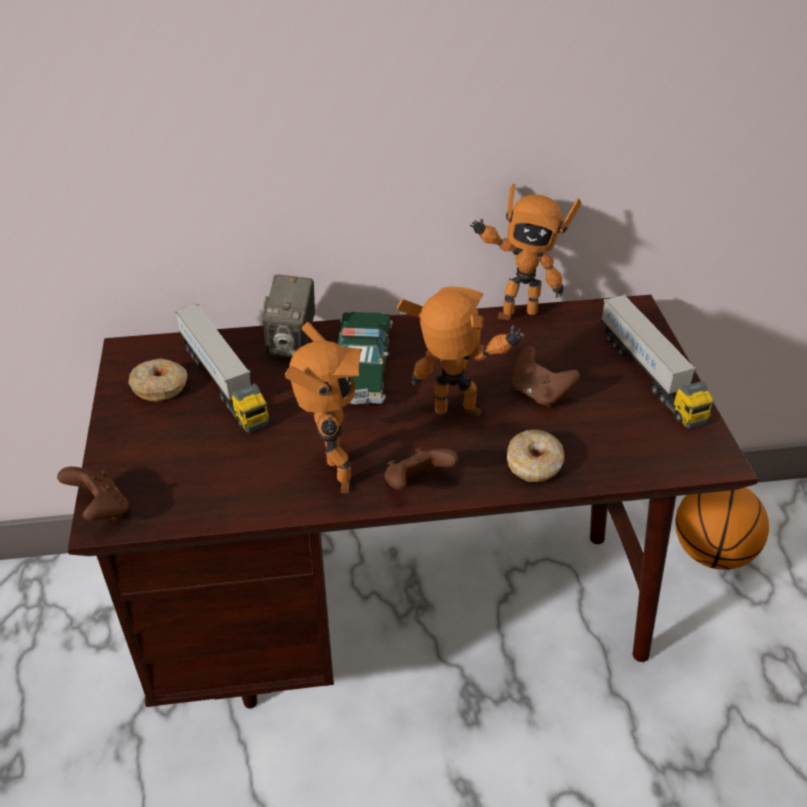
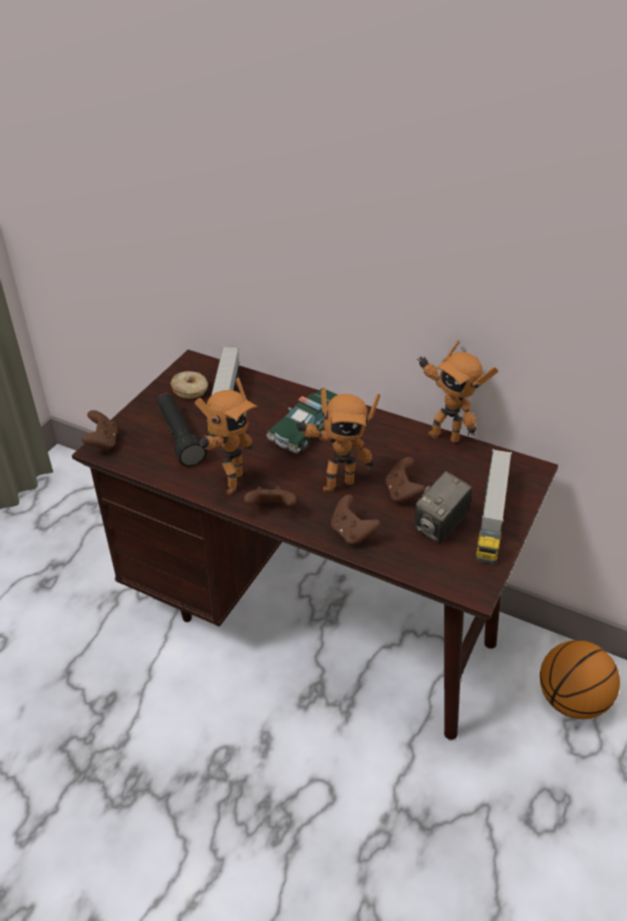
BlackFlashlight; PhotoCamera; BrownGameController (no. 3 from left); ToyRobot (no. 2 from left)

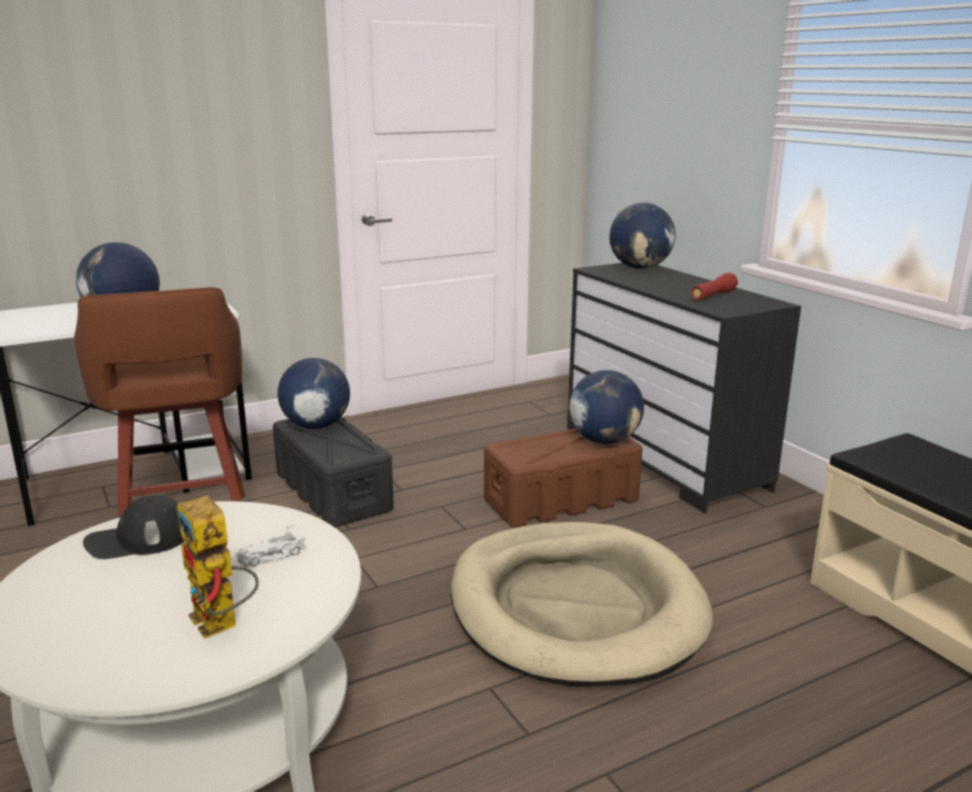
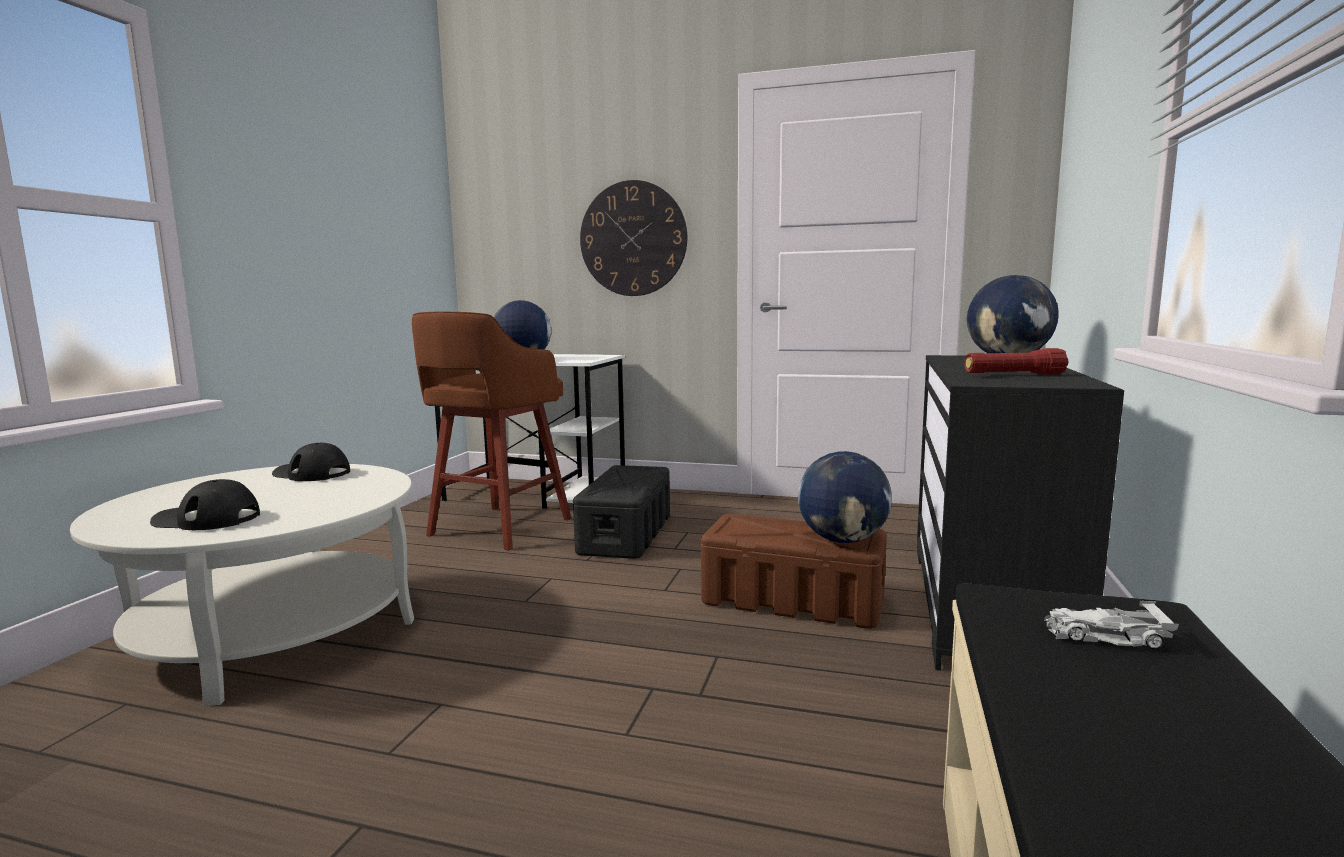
Globe (no. 2 from left in the first image); BeigeDogBed; WallClock; WhiteToyCar; BlackCap (no. 1 from left)

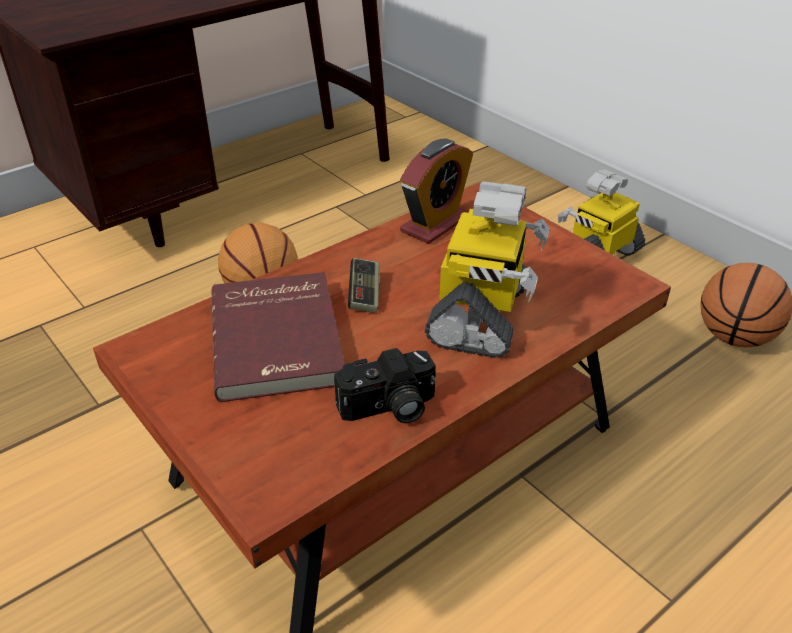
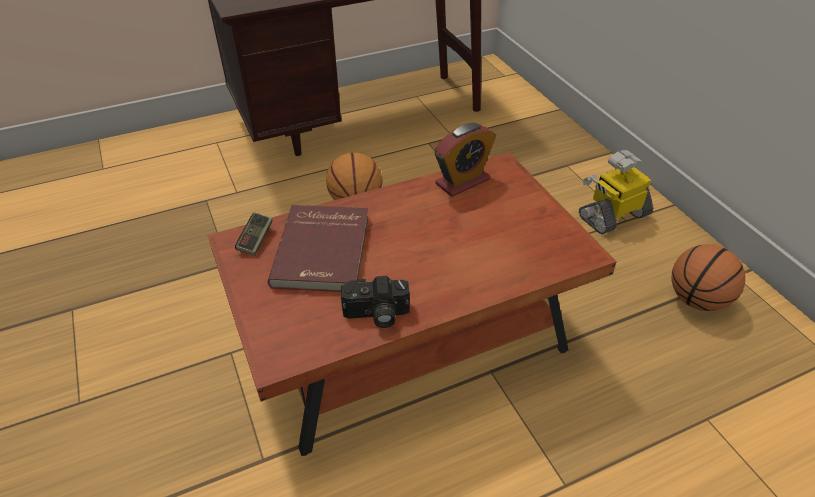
ToyRobot (no. 1 from left in the first image); GameController

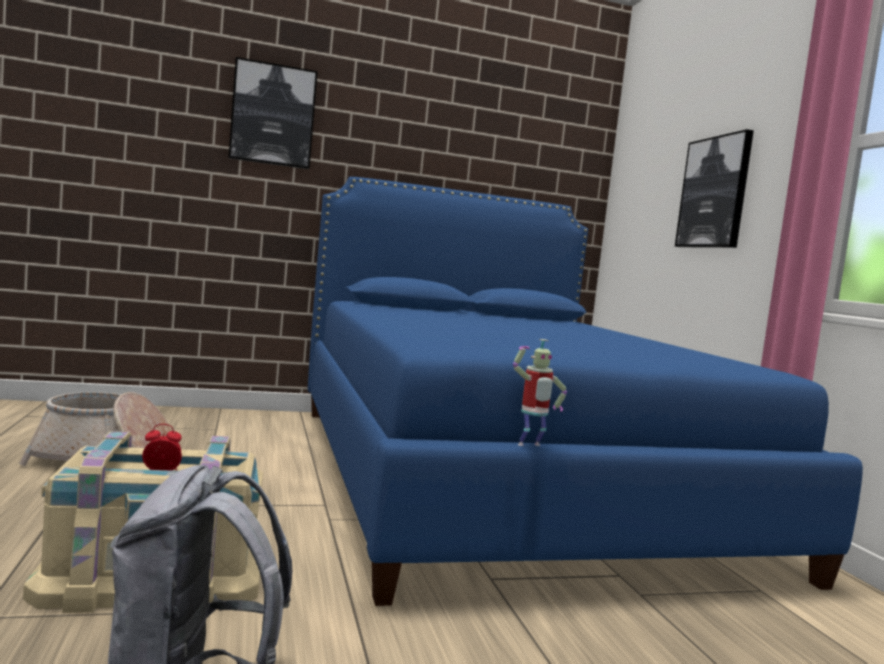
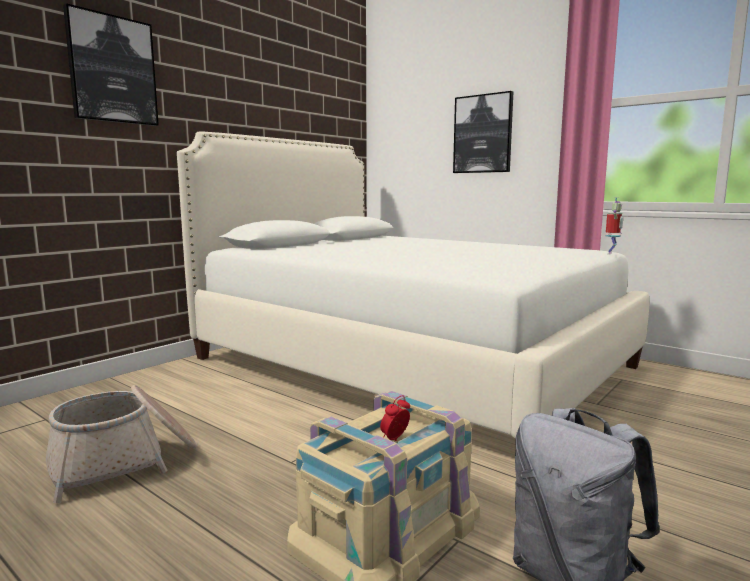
ToyRobot; WhiteBed

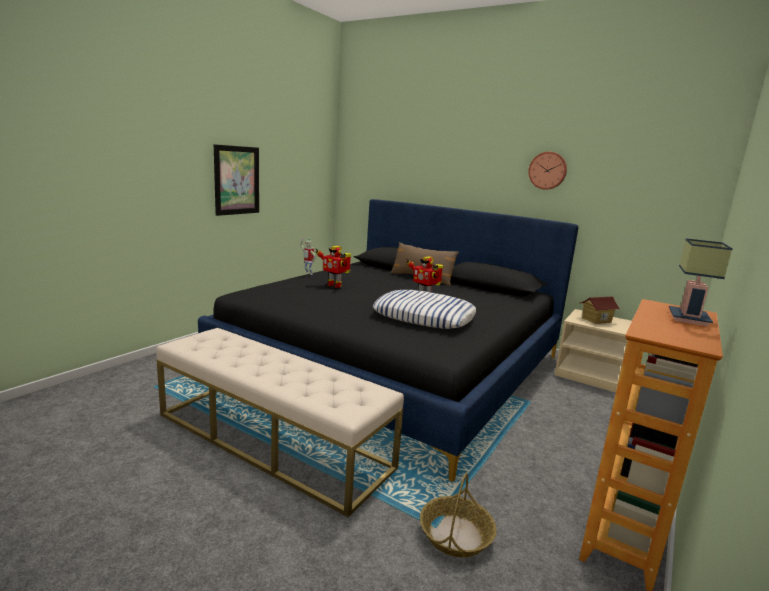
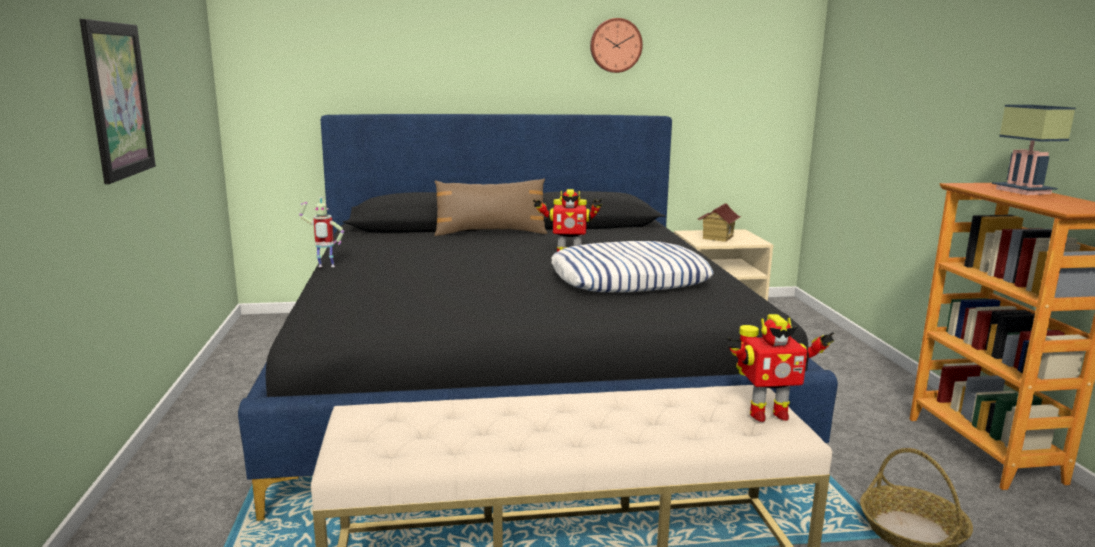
ToyRobot (no. 3 from left)

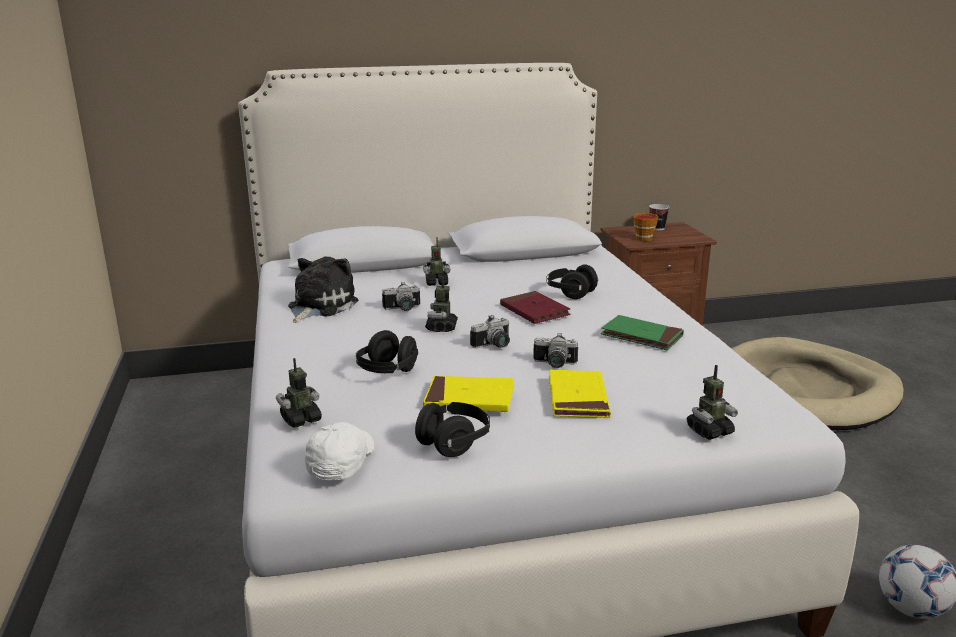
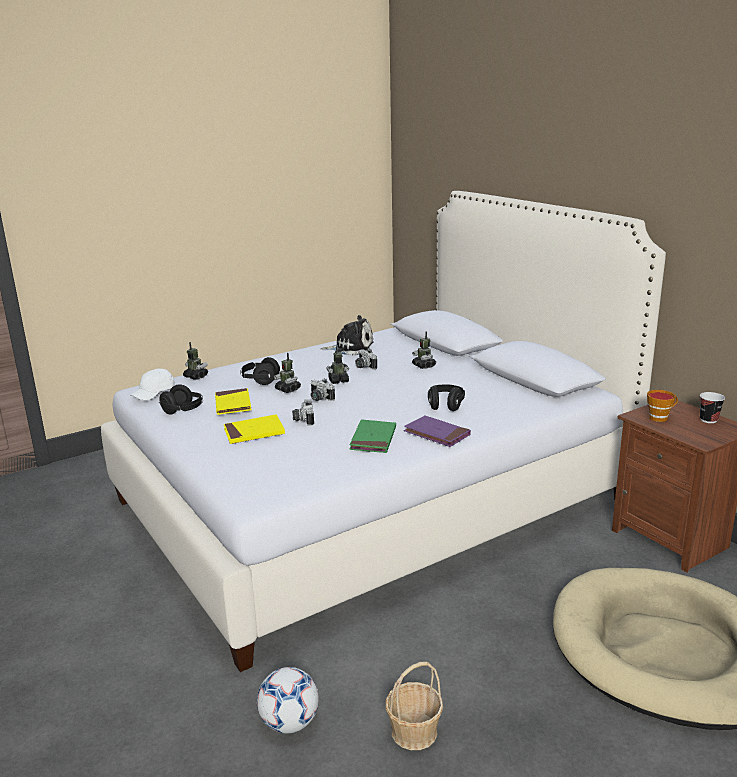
RedBook; Basket; PurpleBook; ToyRobot (no. 2 from left); WhiteCap

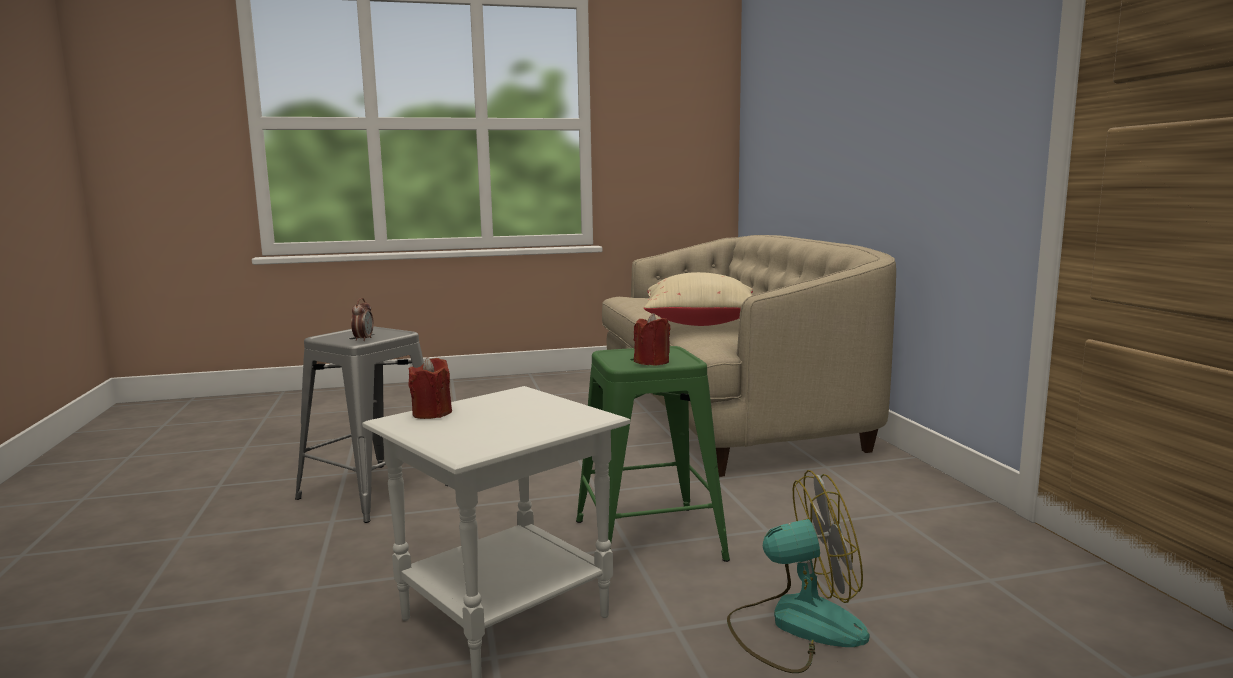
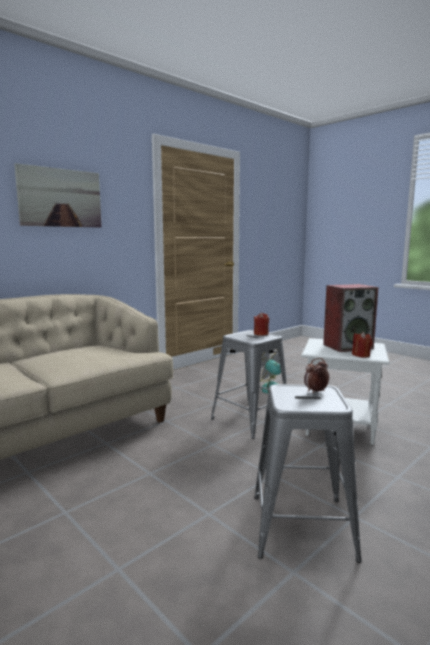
BeigePillow; Picture; Speaker; GreyStool (no. 1 from left)

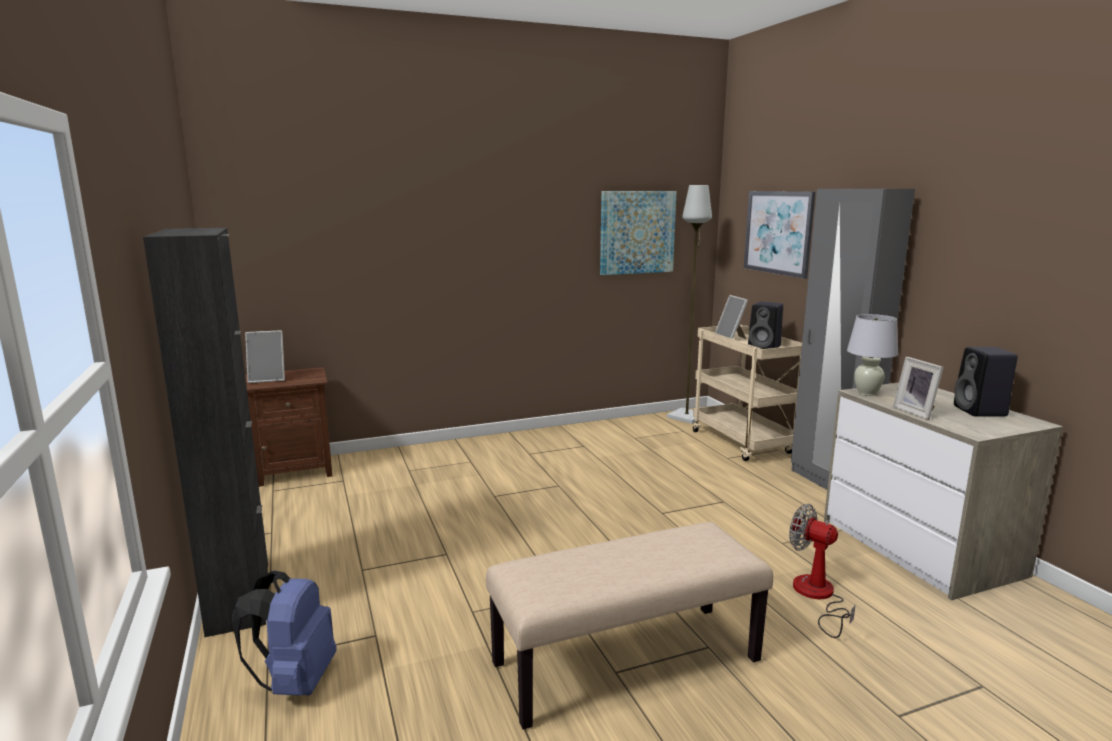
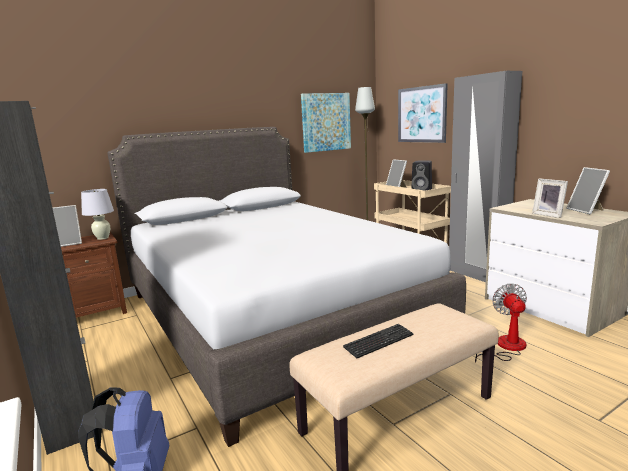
GreyBed; Keyboard; WhiteTableLamp; PictureFrame (no. 4 from left); Fan

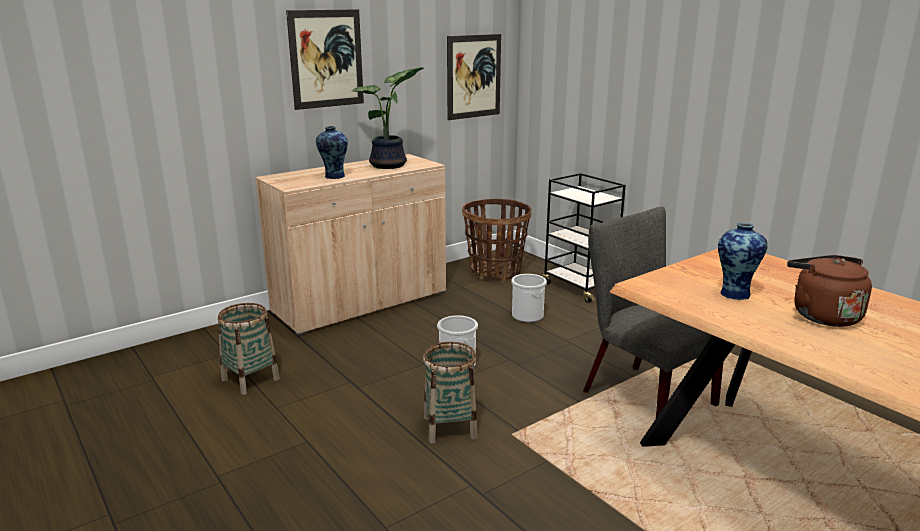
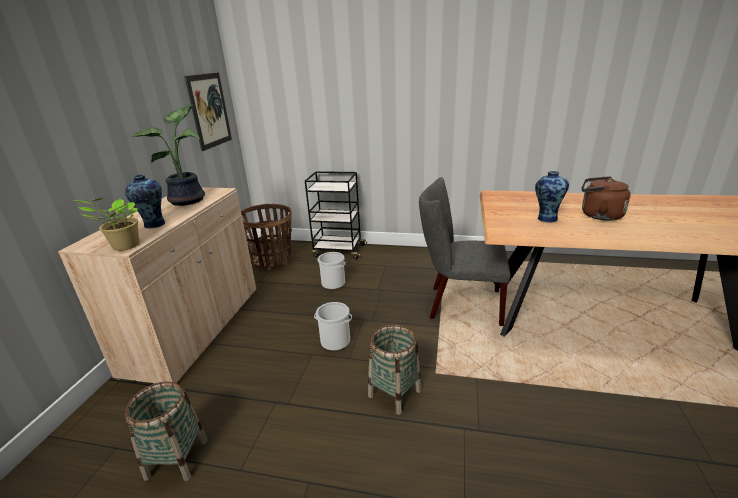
Picture (no. 1 from left in the first image); PottedPlant (no. 1 from left)

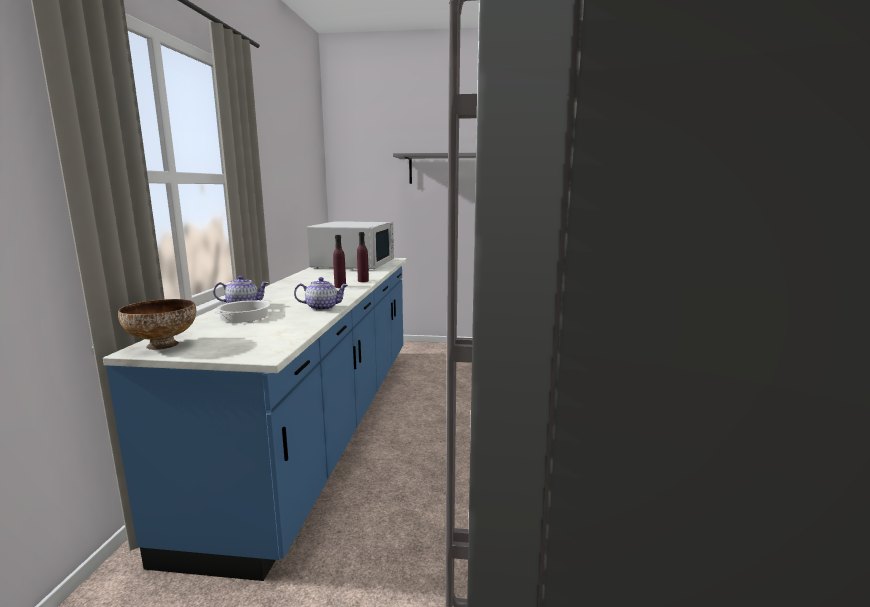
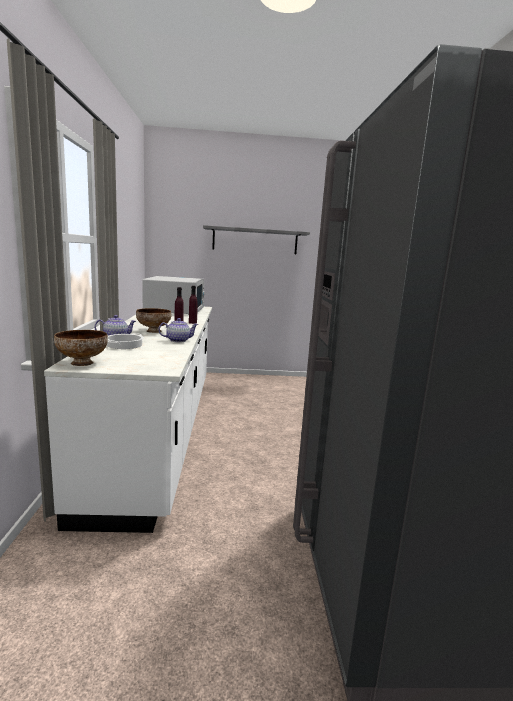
Bowl (no. 2 from left); WhiteCounter

